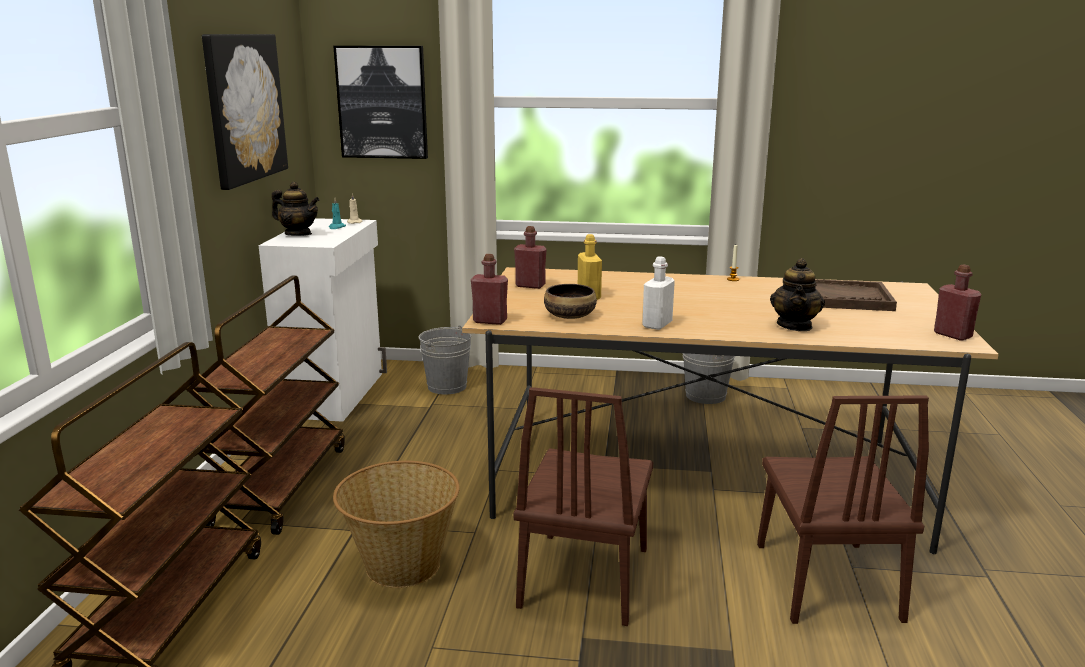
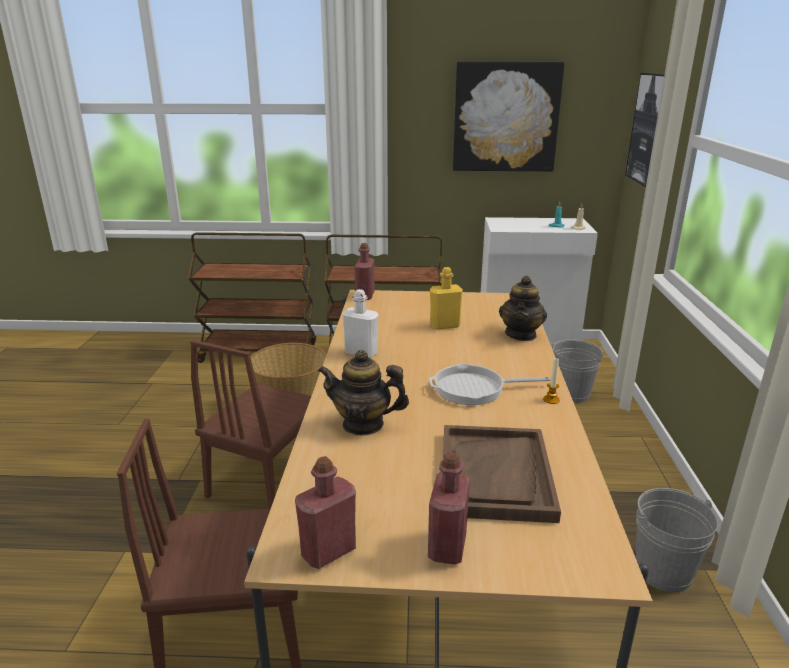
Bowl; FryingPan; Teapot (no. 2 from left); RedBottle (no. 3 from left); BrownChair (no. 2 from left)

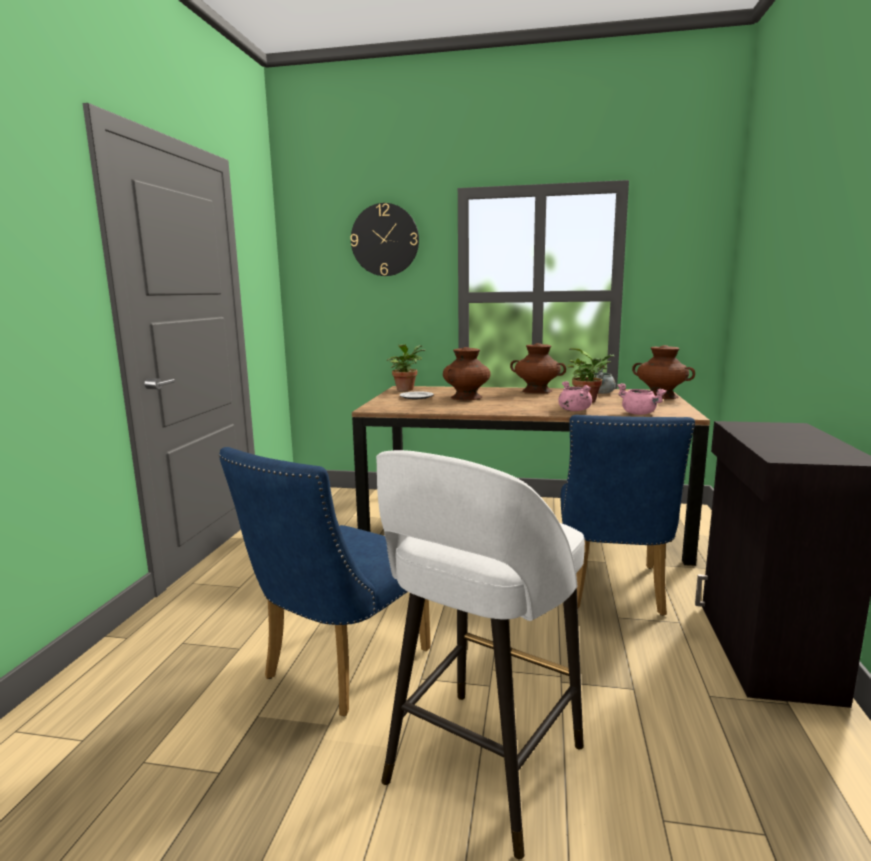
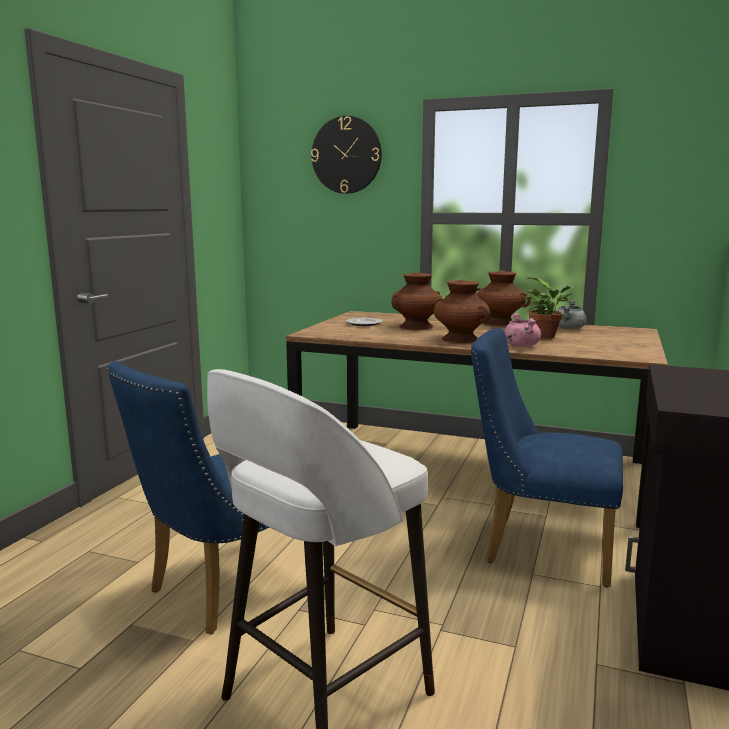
PottedPlant (no. 1 from left in the first image); PinkCookingPot (no. 2 from left in the first image); BrownVase (no. 2 from left); BlueChair (no. 2 from left)

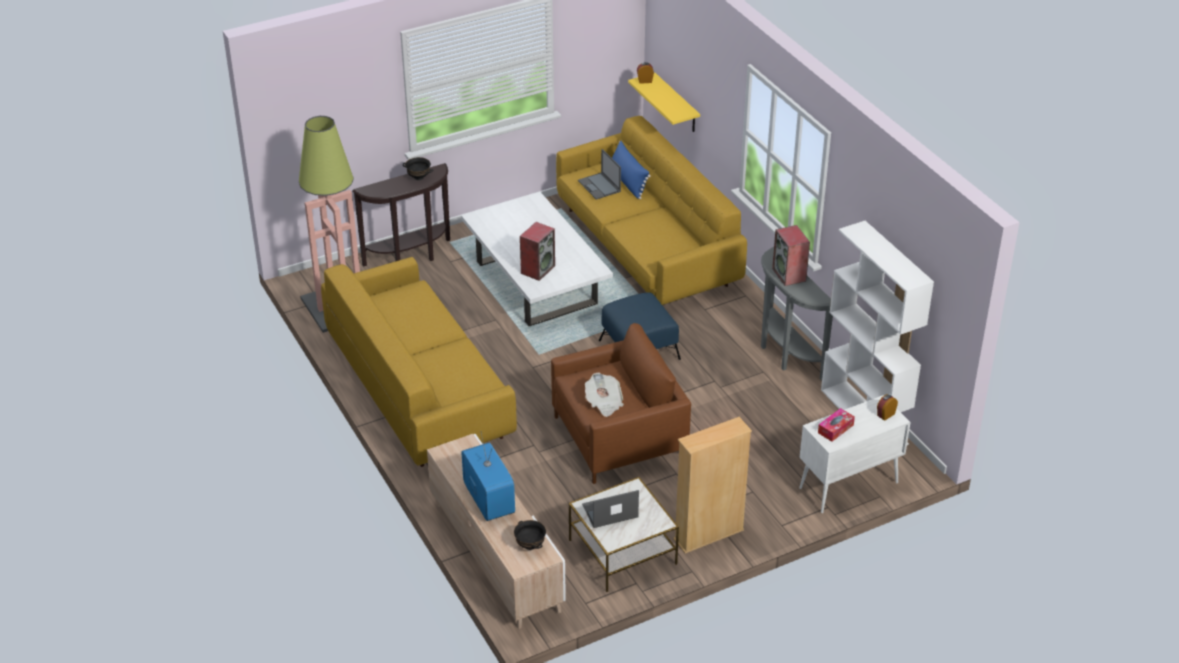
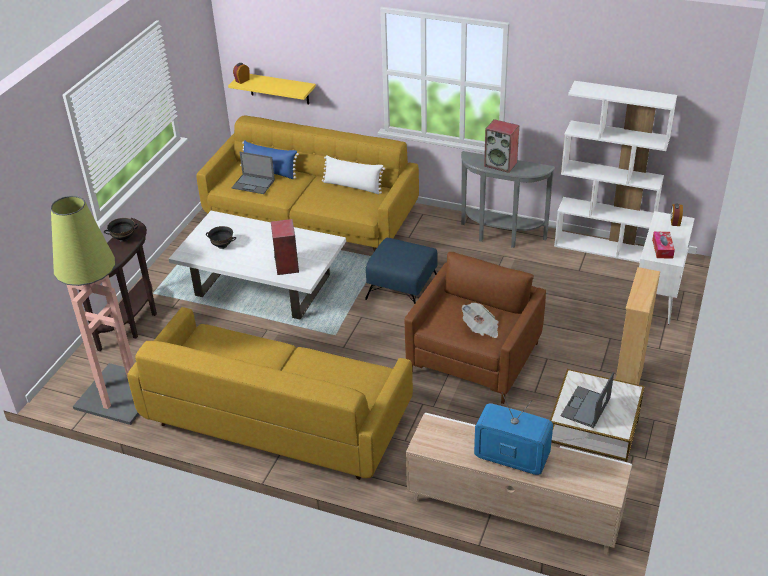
WhitePillow; BlackBowl (no. 2 from left)

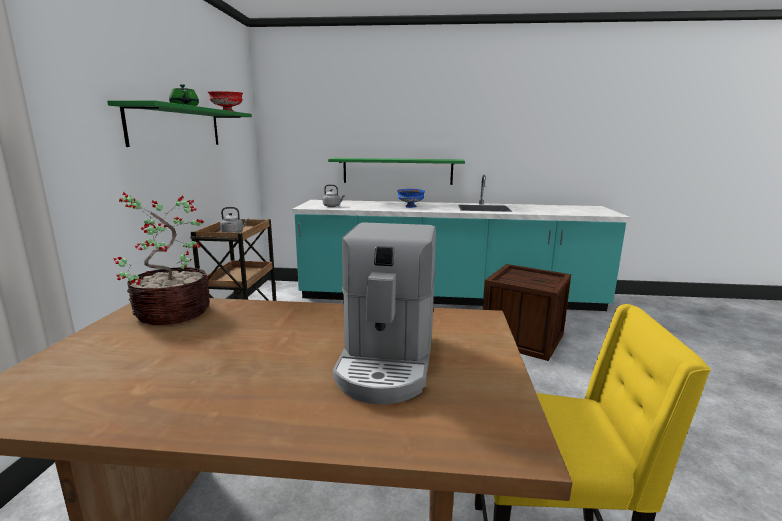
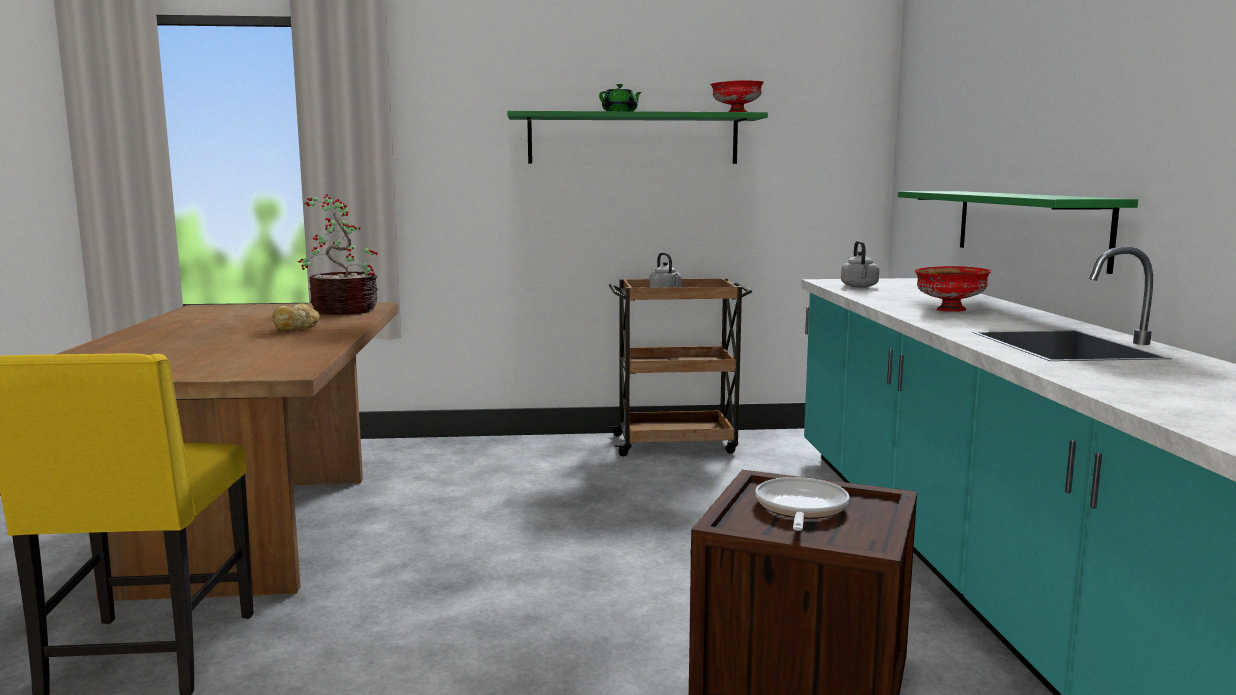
CoffeeMachine; Bread; FryingPan; RedBowl (no. 2 from left)

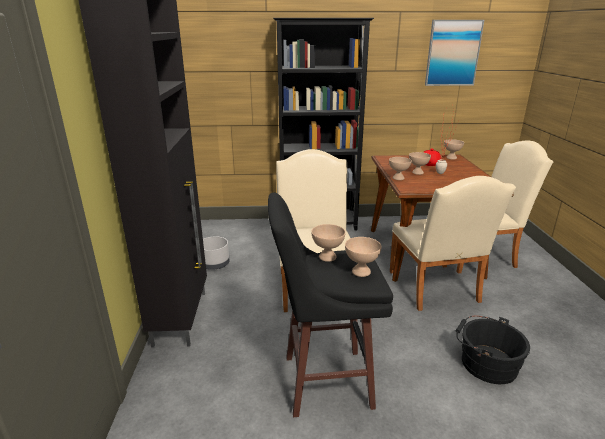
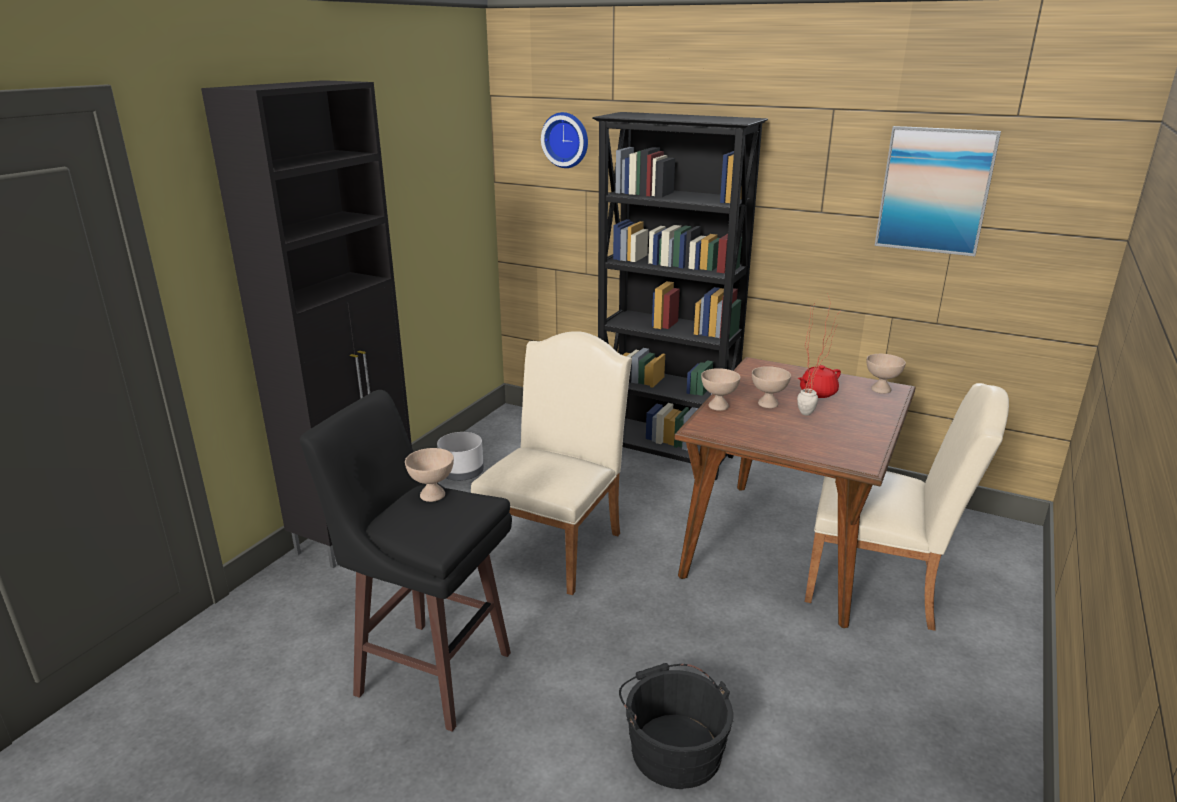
BeigeBowl (no. 2 from left in the first image); BeigeChair (no. 2 from left in the first image); WallClock

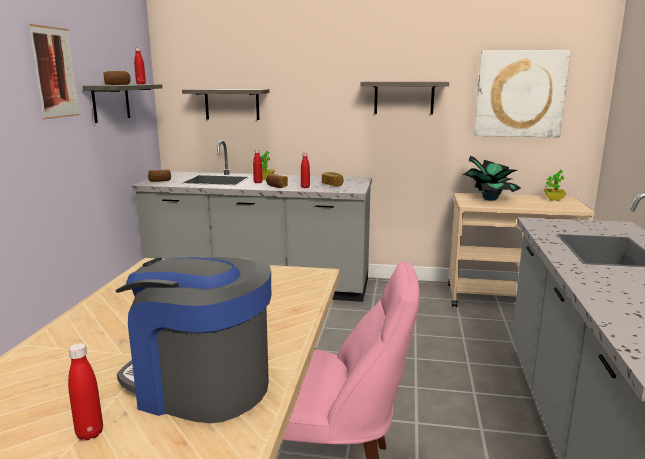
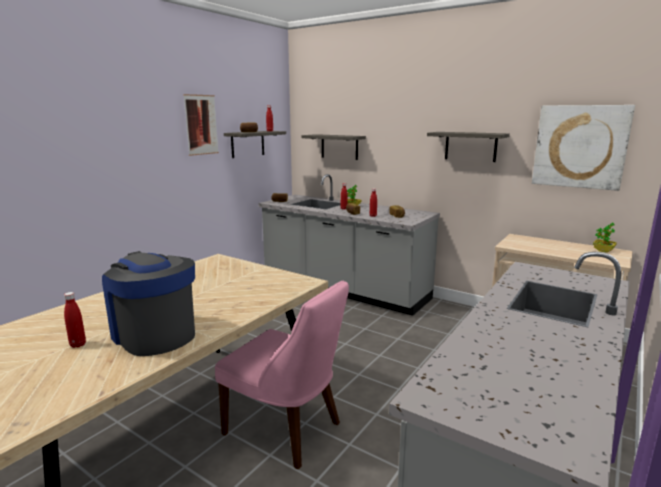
PottedPlant (no. 2 from left in the first image)

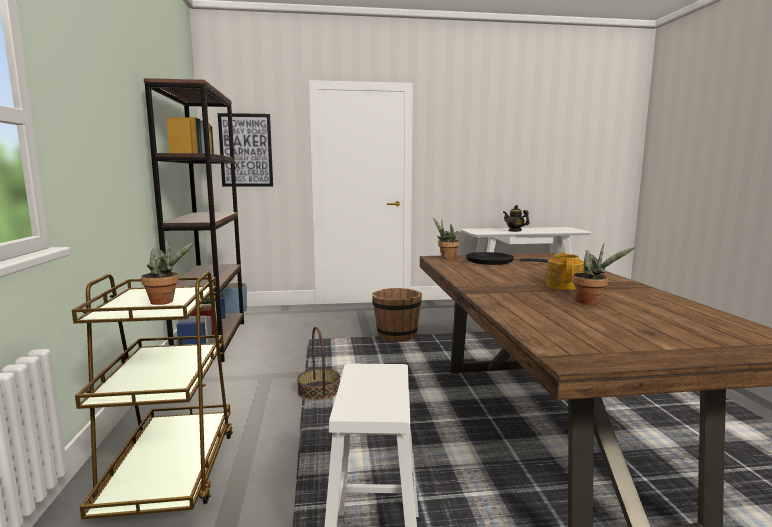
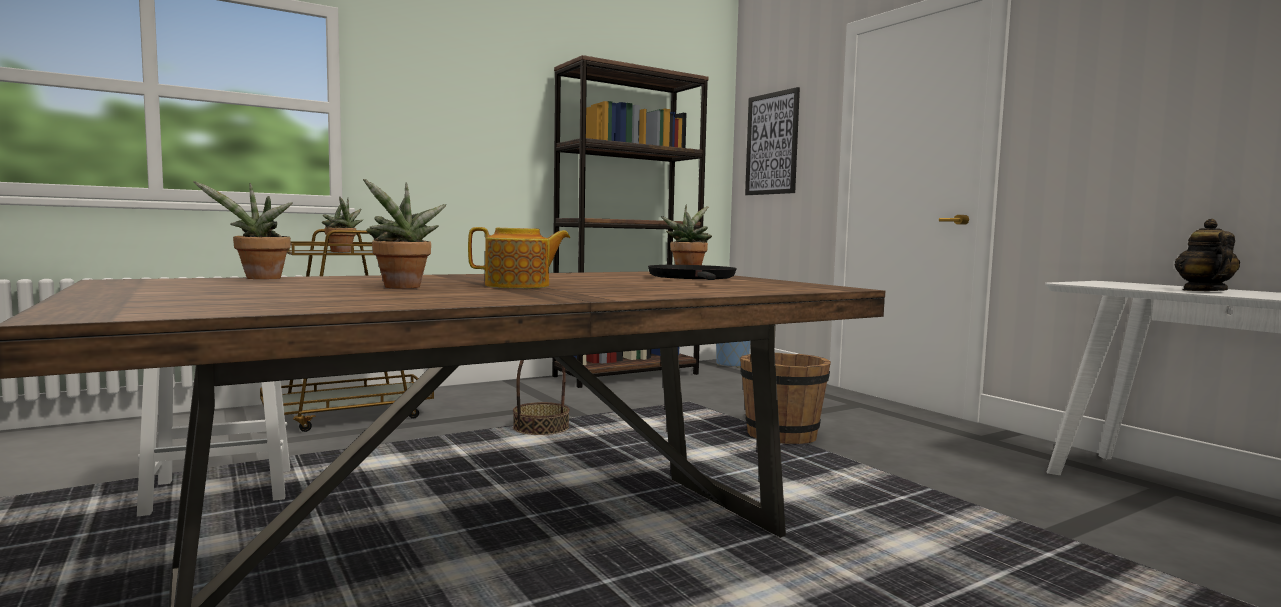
PottedPlant (no. 1 from left)

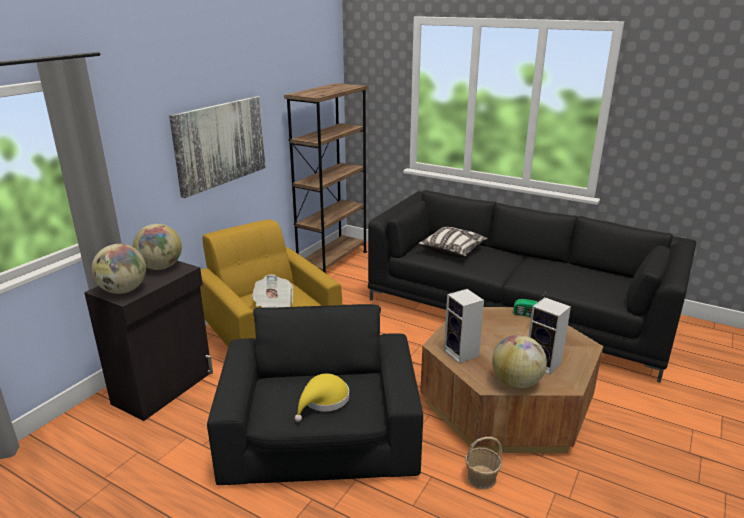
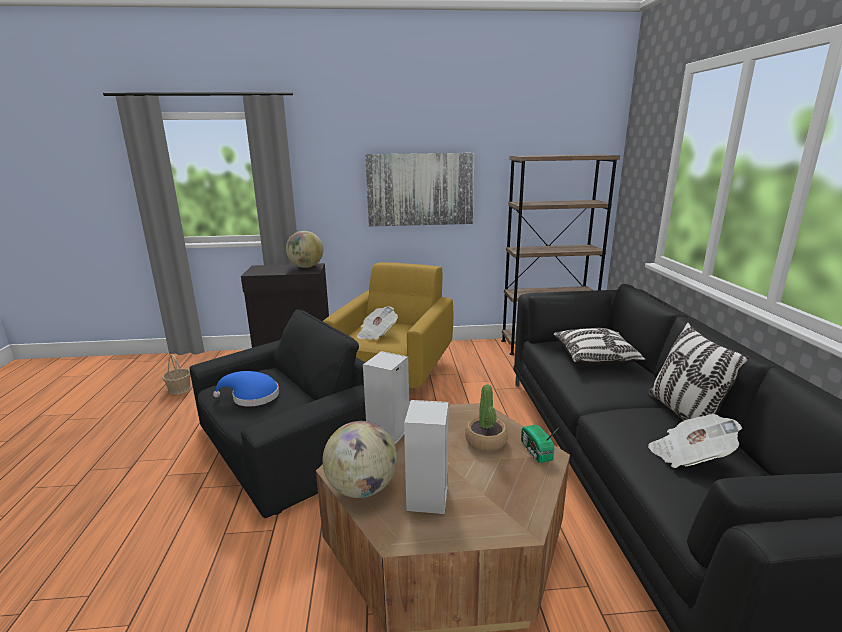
Globe (no. 1 from left in the first image); PottedPlant; Pillow (no. 2 from left); Newspaper (no. 2 from left); Basket; BlueHat

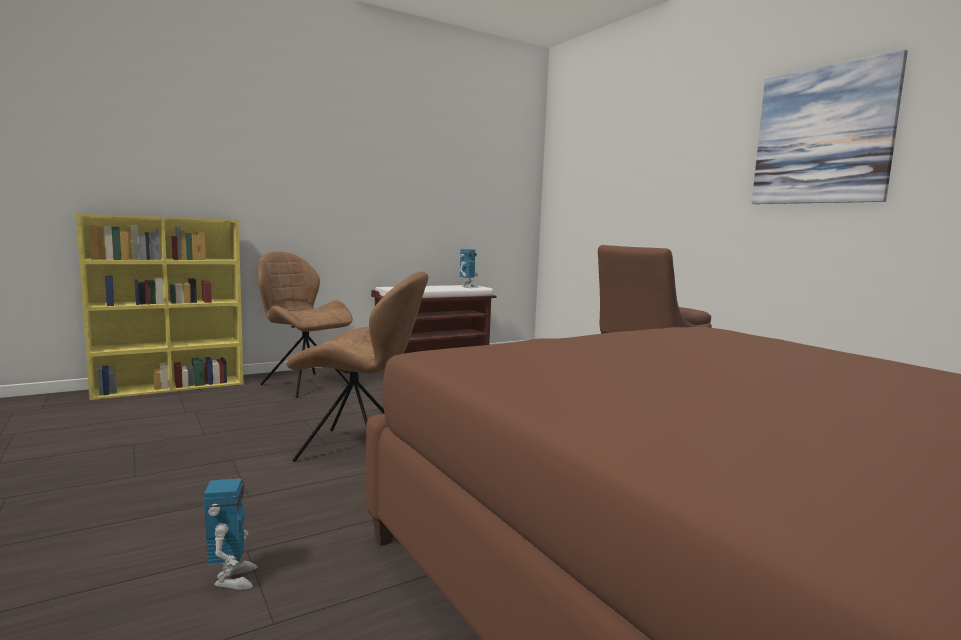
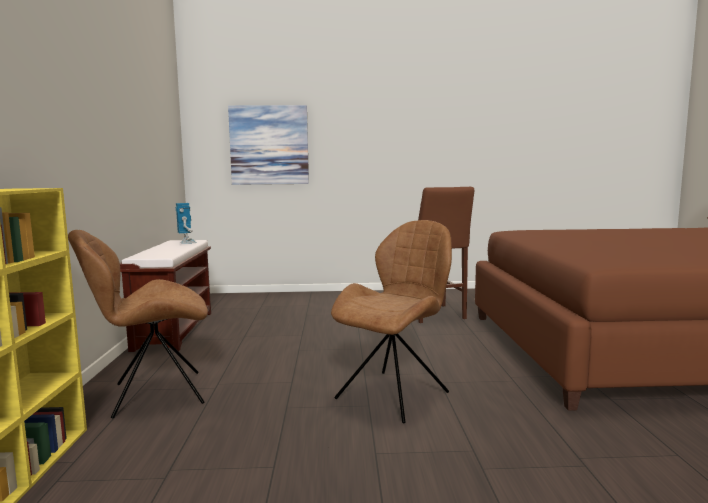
ToyRobot (no. 1 from left in the first image); Picture

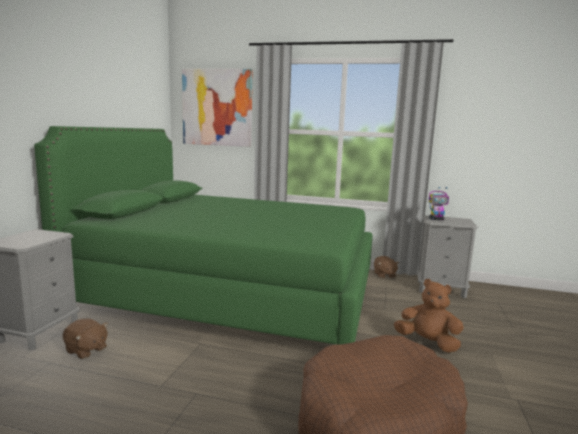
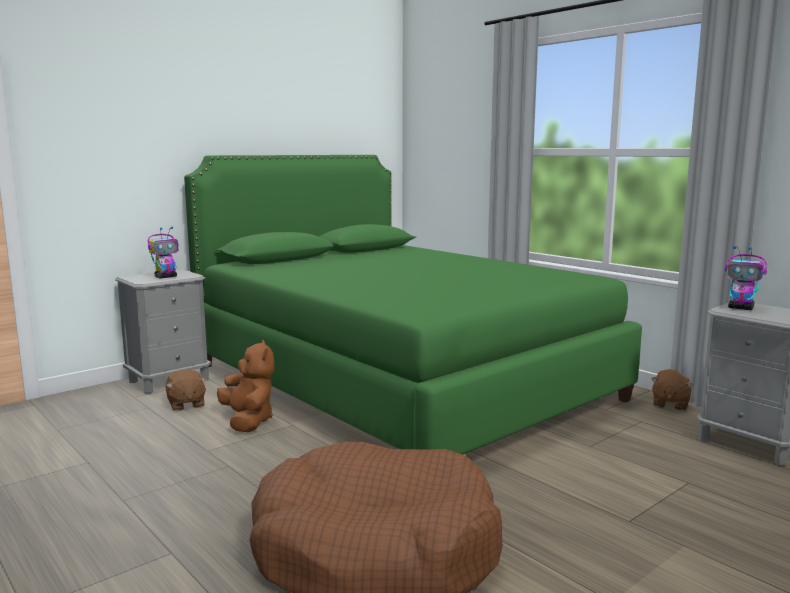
Picture; ToyRobot (no. 1 from left); BrownPlushToy (no. 2 from left)

